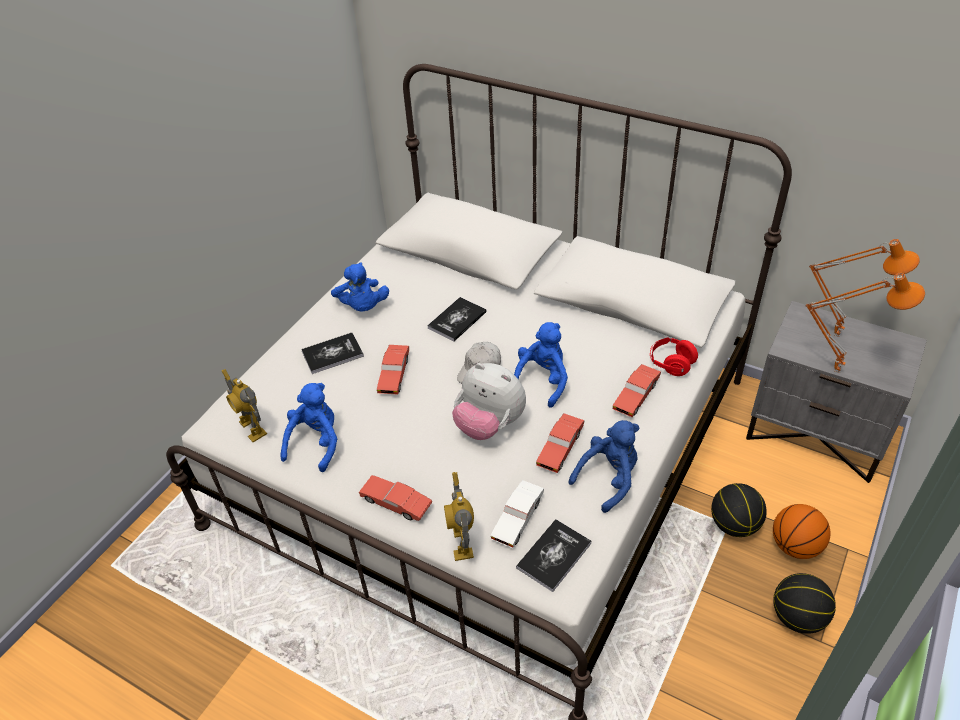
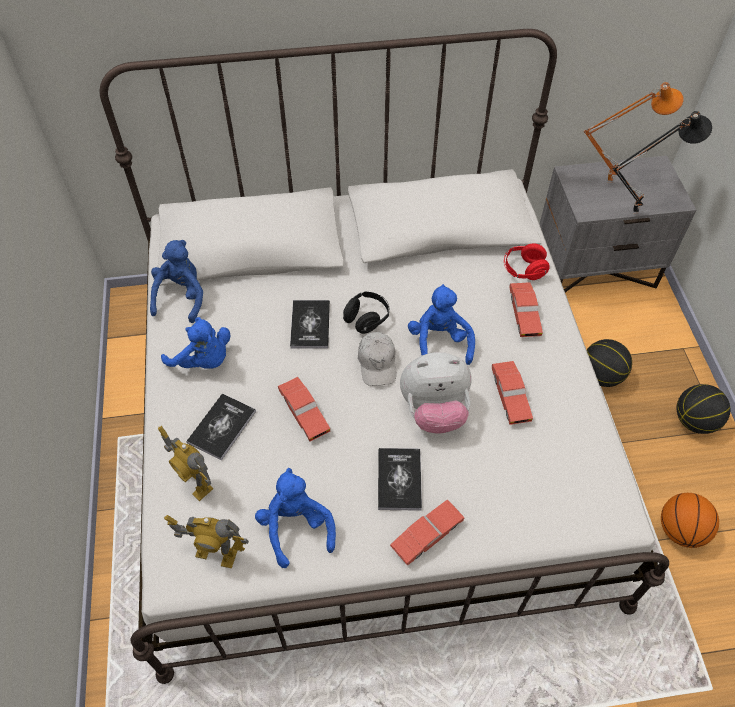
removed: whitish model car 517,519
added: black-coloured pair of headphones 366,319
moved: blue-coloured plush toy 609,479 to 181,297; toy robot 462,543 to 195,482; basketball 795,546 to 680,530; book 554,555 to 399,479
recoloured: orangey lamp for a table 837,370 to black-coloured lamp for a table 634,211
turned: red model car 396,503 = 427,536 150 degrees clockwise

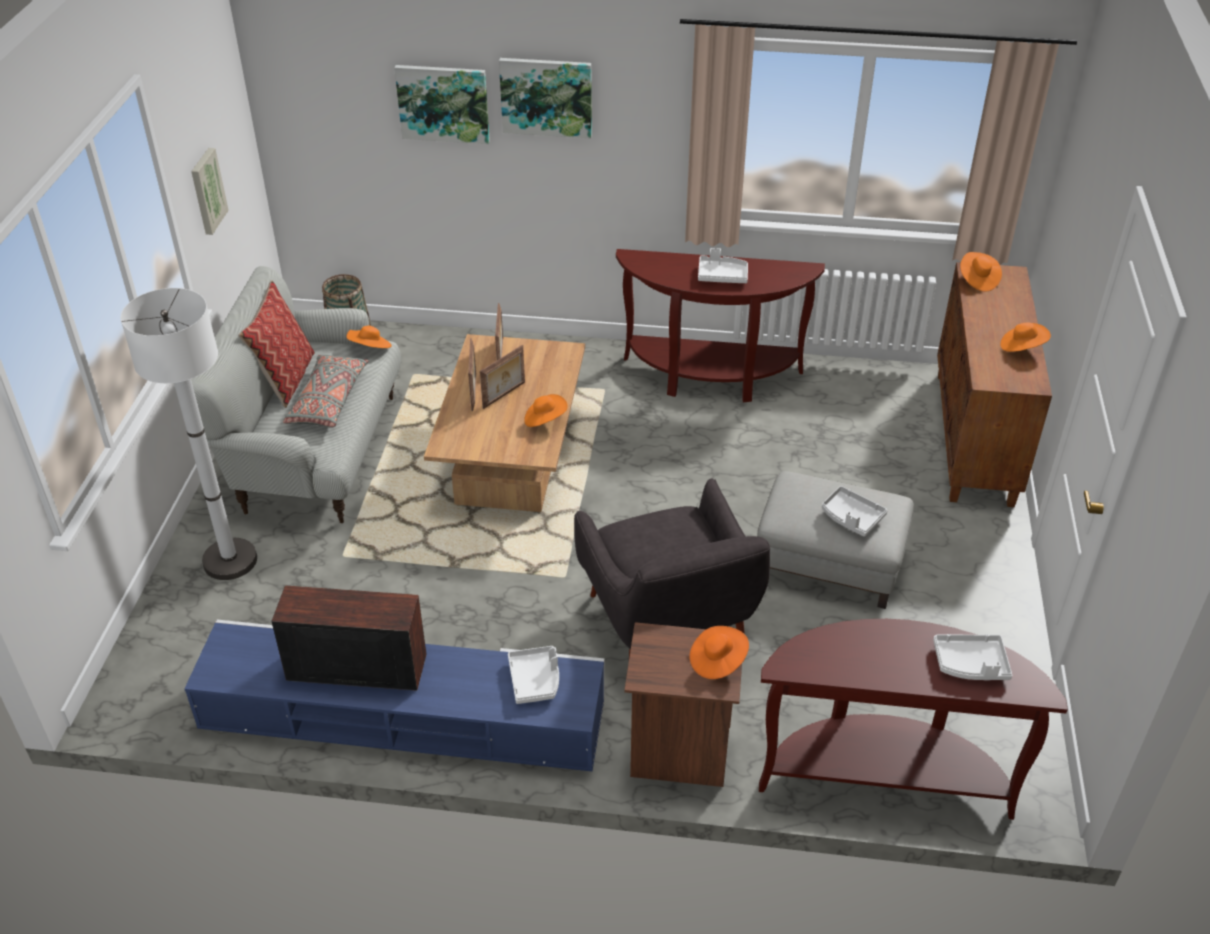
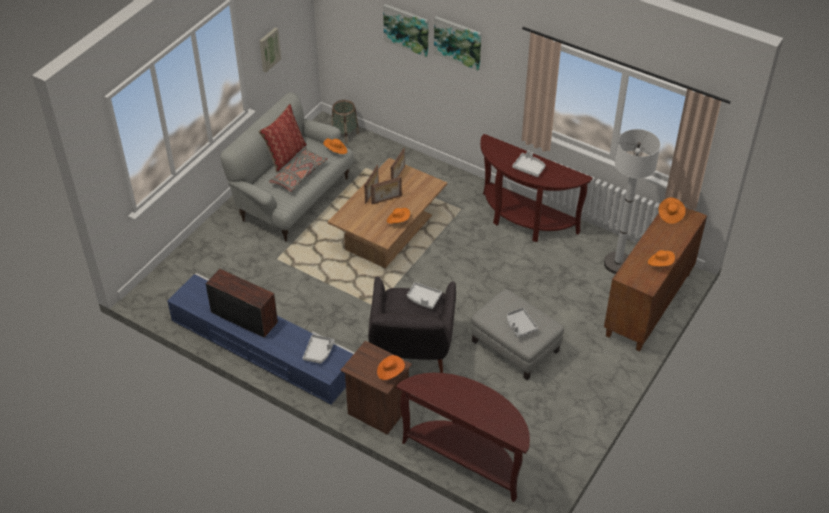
moved: whitish floor lamp 230,560 to 617,264; whitish tray 970,664 to 423,299

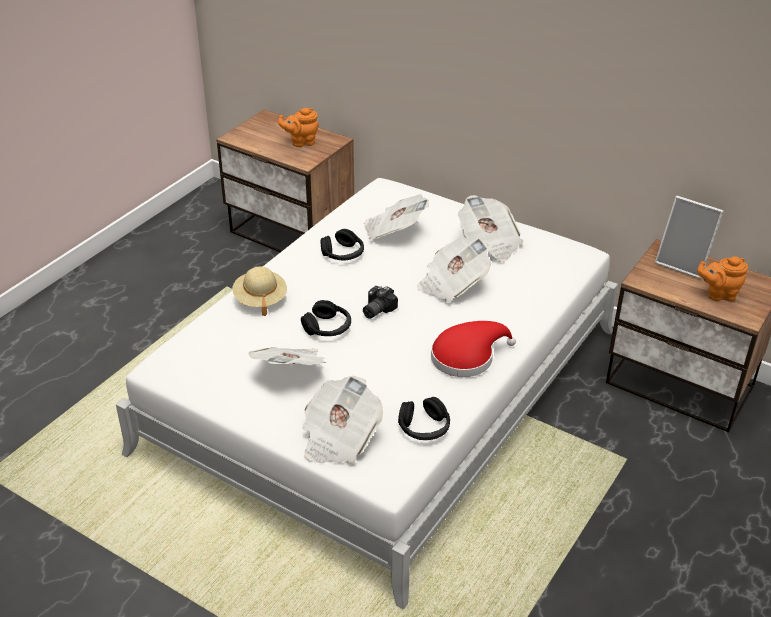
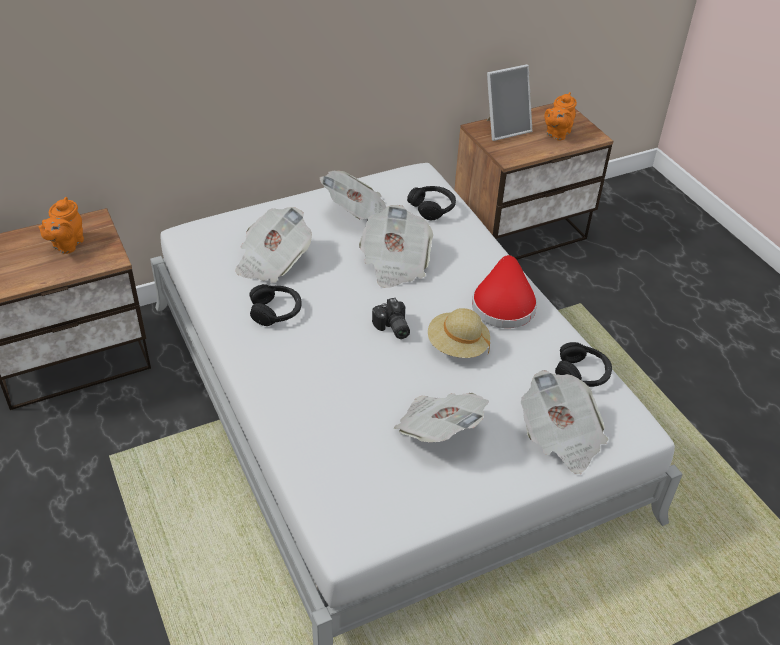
moved: sand-coloured clothing hat 260,299 to 457,346; black-coloured pair of headphones 328,328 to 432,208

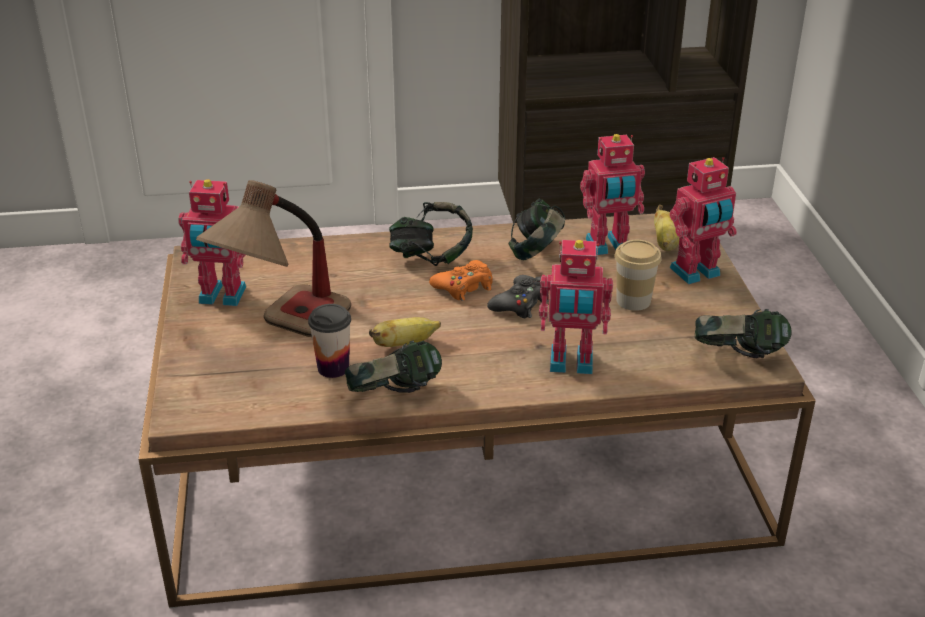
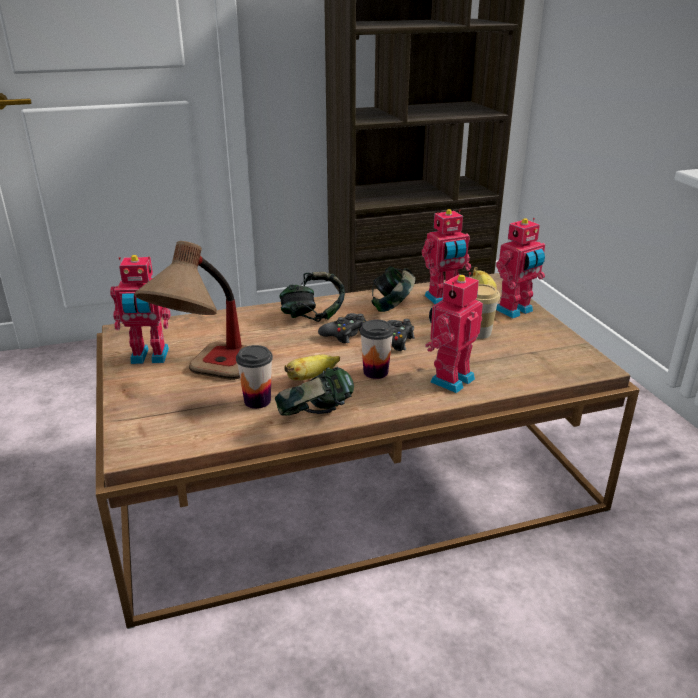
removed: pair of headphones 738,358
added: small cup 375,372
recoloured: orangey game controller 464,287 to black-coloured game controller 345,334
turned: toy robot 571,364 = 449,379 135 degrees clockwise

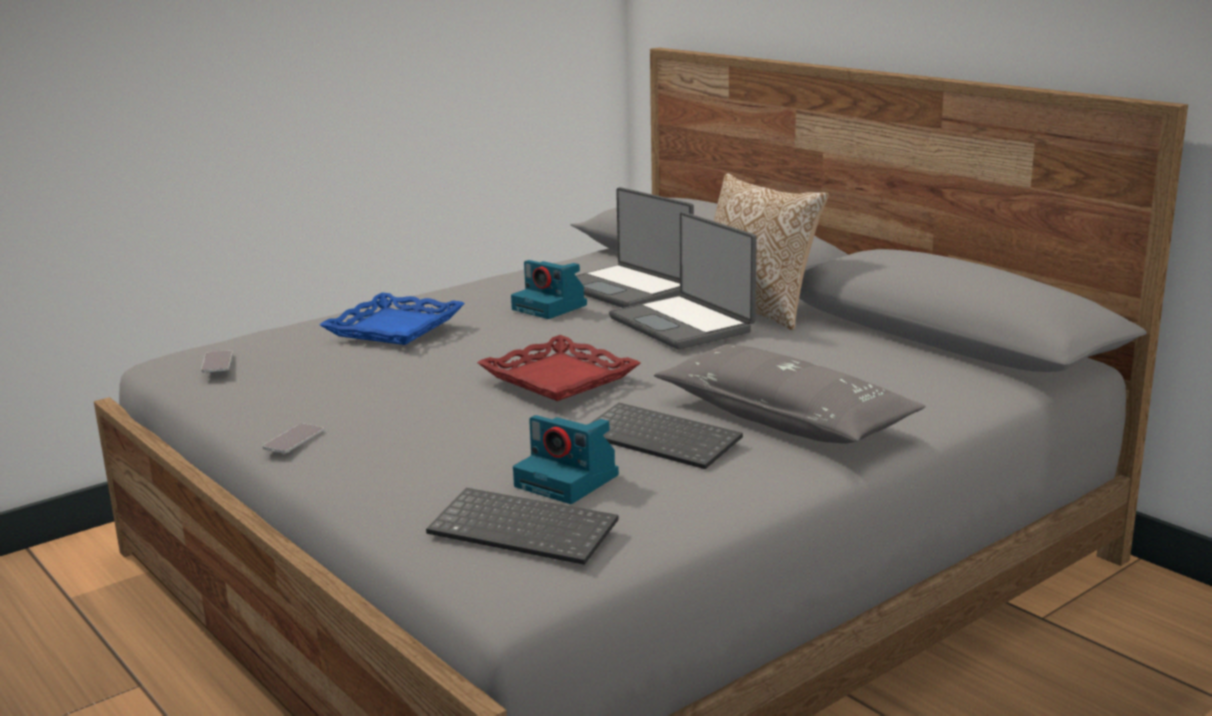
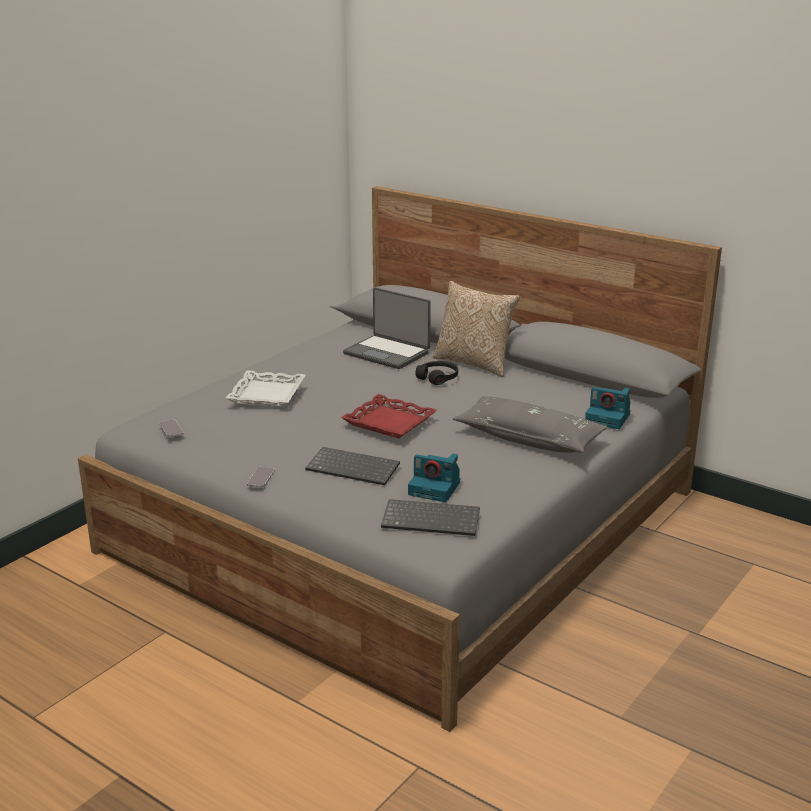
moved: still camera 551,307 to 608,418; computer keyboard 663,439 to 354,468
replaced: portable computer 683,324 to black-coloured pair of headphones 438,378
recoloured: blue-coloured tray 395,327 to whitish tray 267,394

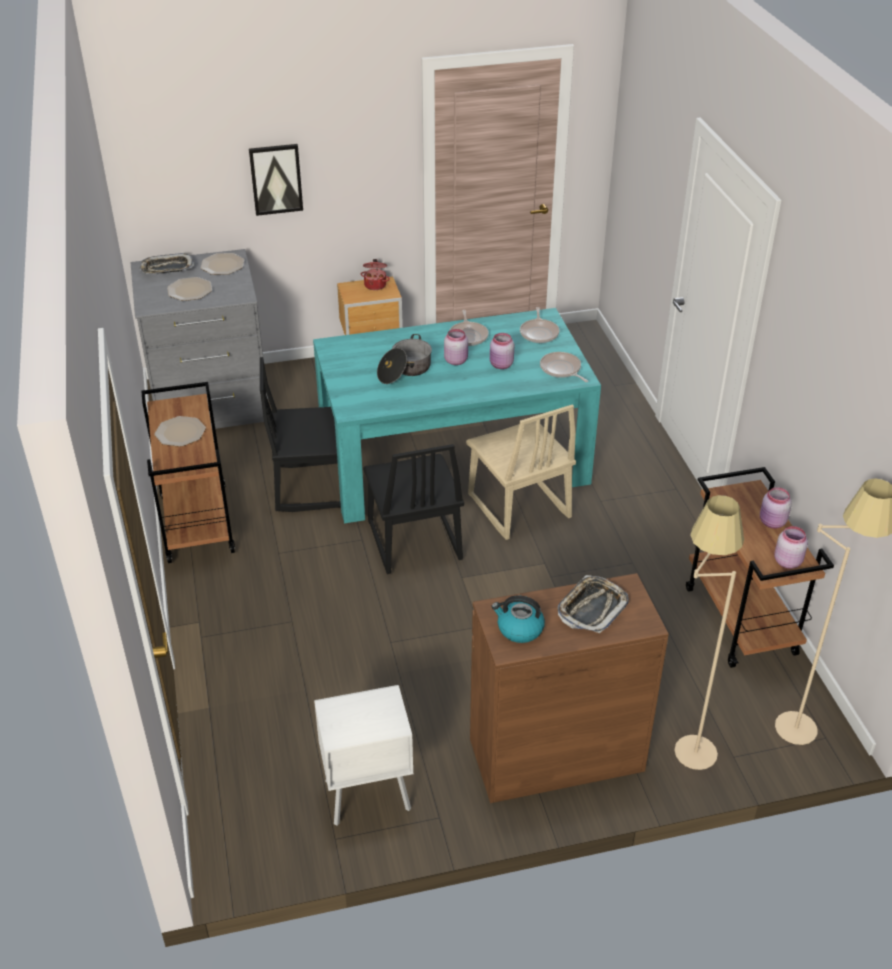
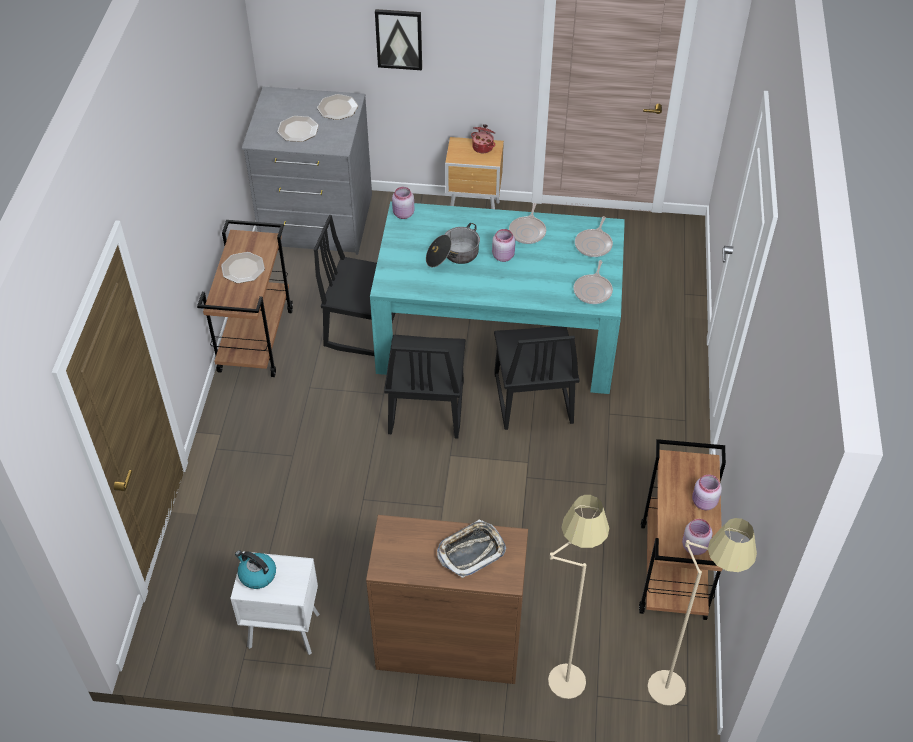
removed: tray 167,268
moved: pink-coloured preserve jar 501,365 to 403,214; water kettle 519,629 to 257,575
recoloured: sand-coloured upright chair 518,507 to black-coloured upright chair 532,399
turned: skillet 561,369 = 593,290 150 degrees counterclockwise

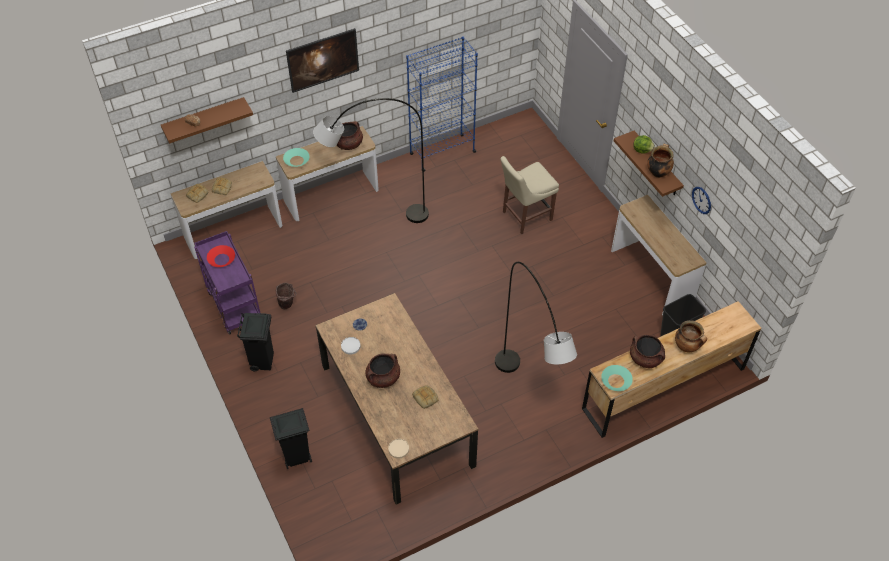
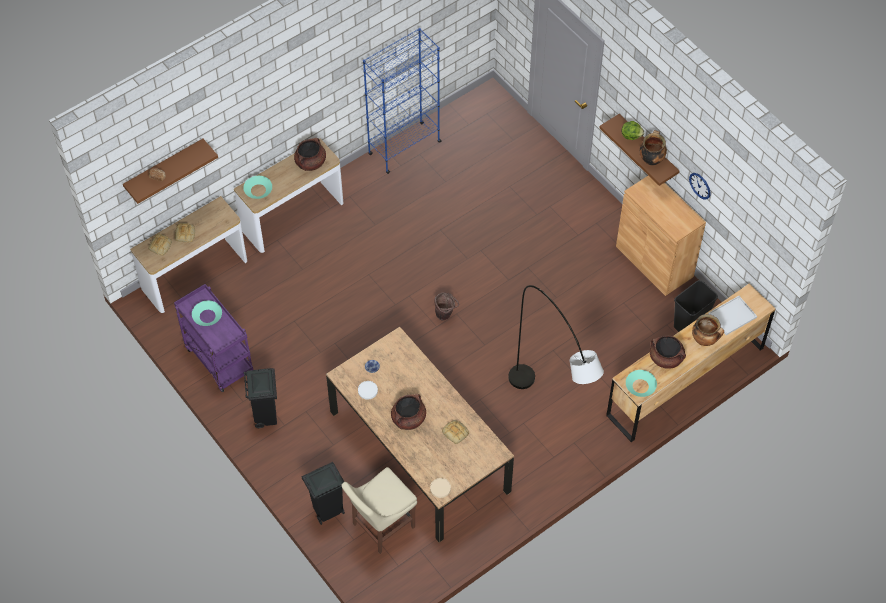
removed: wall picture 324,70; grey floor lamp 374,220
added: whitish tray 731,316
moved: sand-coloured upright chair 525,216 to 381,527; brown-coloured bucket 288,305 to 445,315
replaced: narrow table 650,277 to brown-coloured cabinet 654,261
recoloured: red deep dish 221,259 to blue-green deep dish 207,316

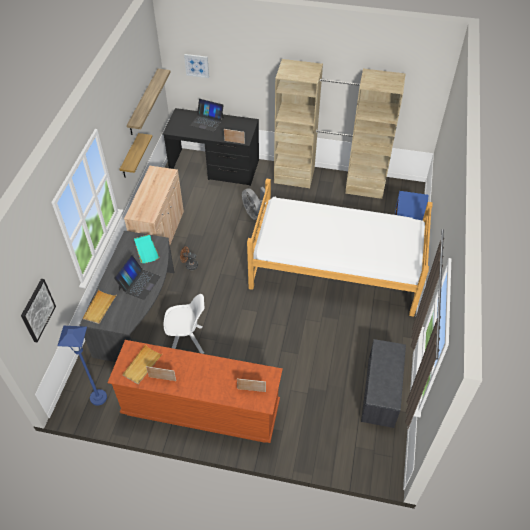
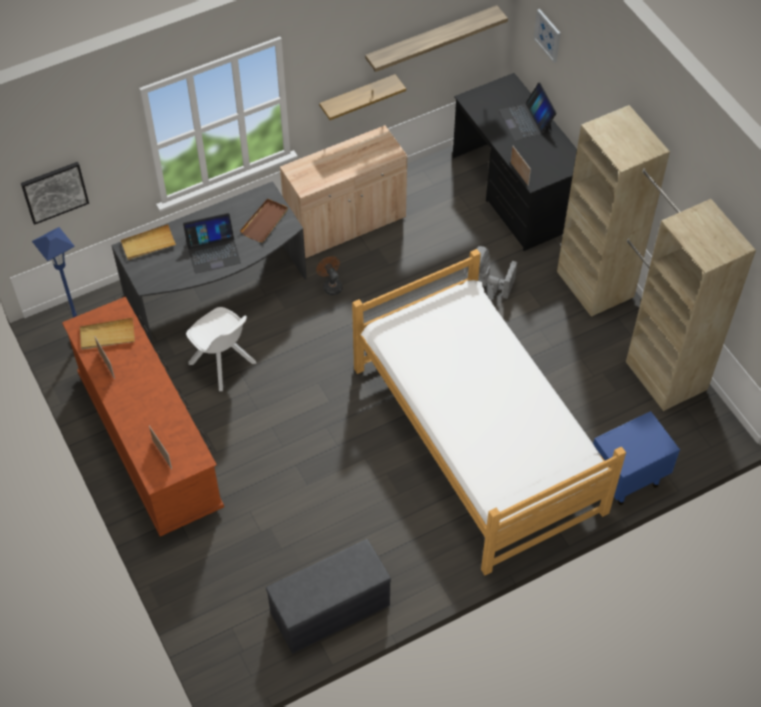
recoloured: blue-green tray 146,249 to brown-coloured tray 265,222

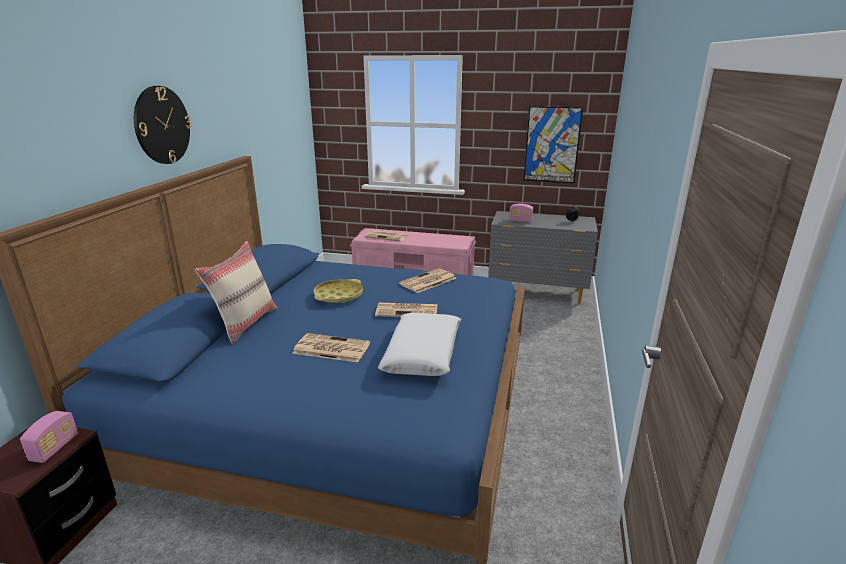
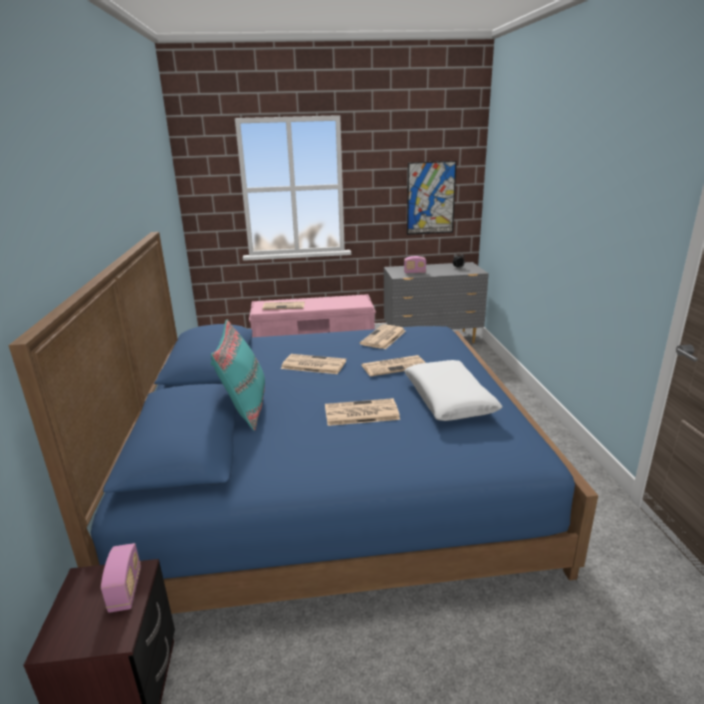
removed: clock on the wall 162,125
replaced: yellowish tray 338,295 to printed paper 312,365
recoloured: sand-coloured cushion 245,323 to blue-green cushion 245,408

